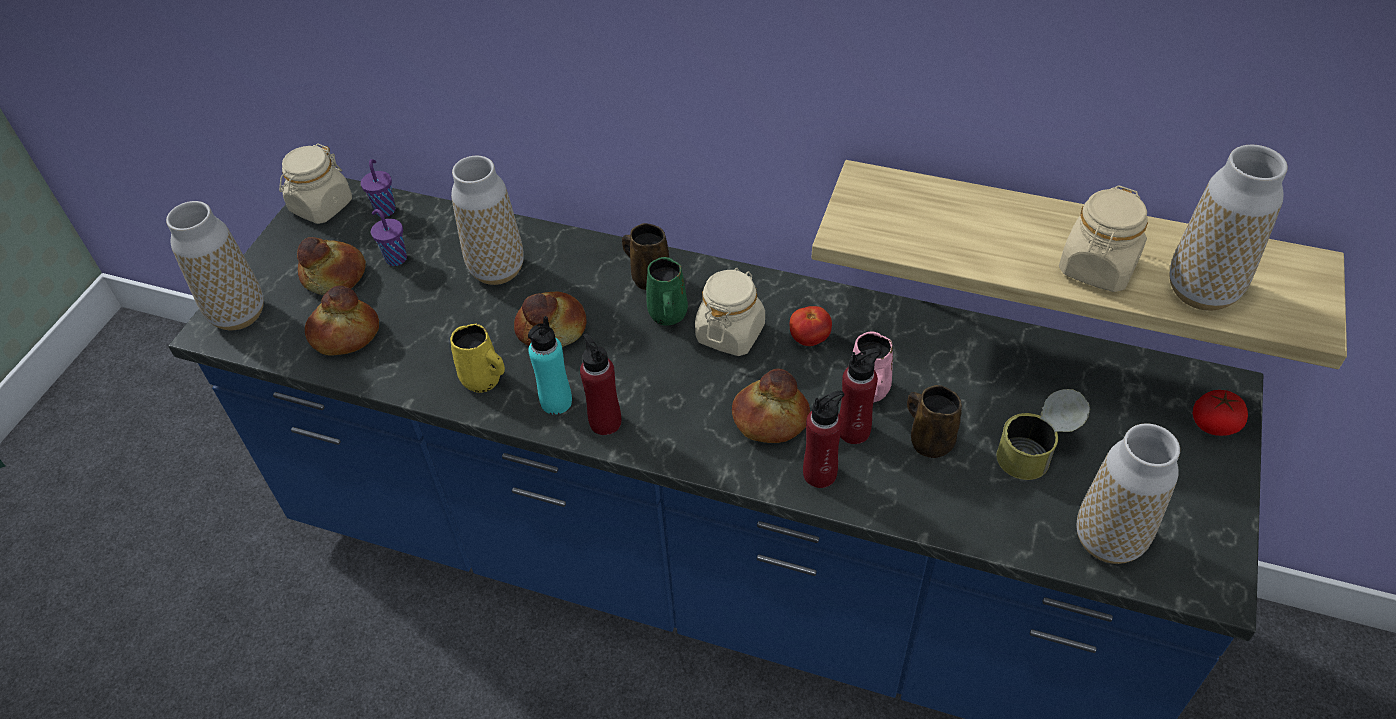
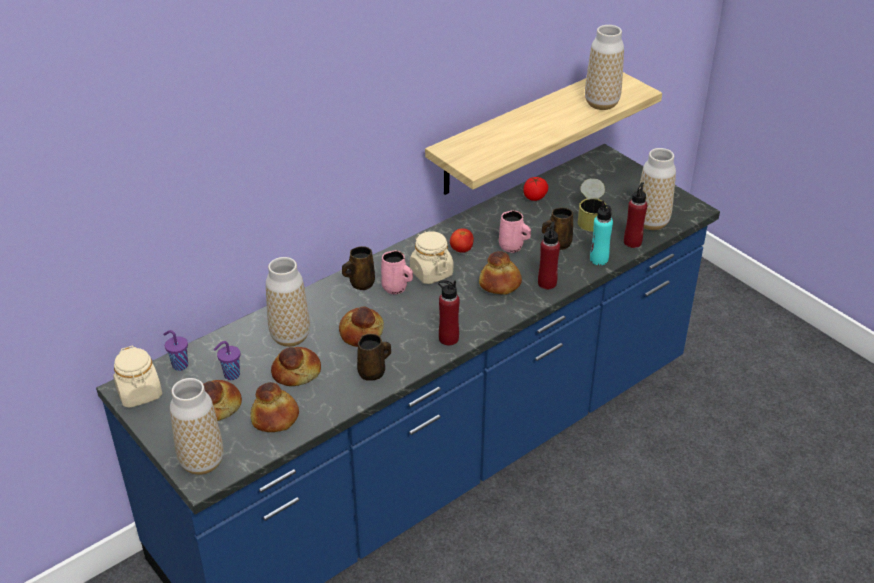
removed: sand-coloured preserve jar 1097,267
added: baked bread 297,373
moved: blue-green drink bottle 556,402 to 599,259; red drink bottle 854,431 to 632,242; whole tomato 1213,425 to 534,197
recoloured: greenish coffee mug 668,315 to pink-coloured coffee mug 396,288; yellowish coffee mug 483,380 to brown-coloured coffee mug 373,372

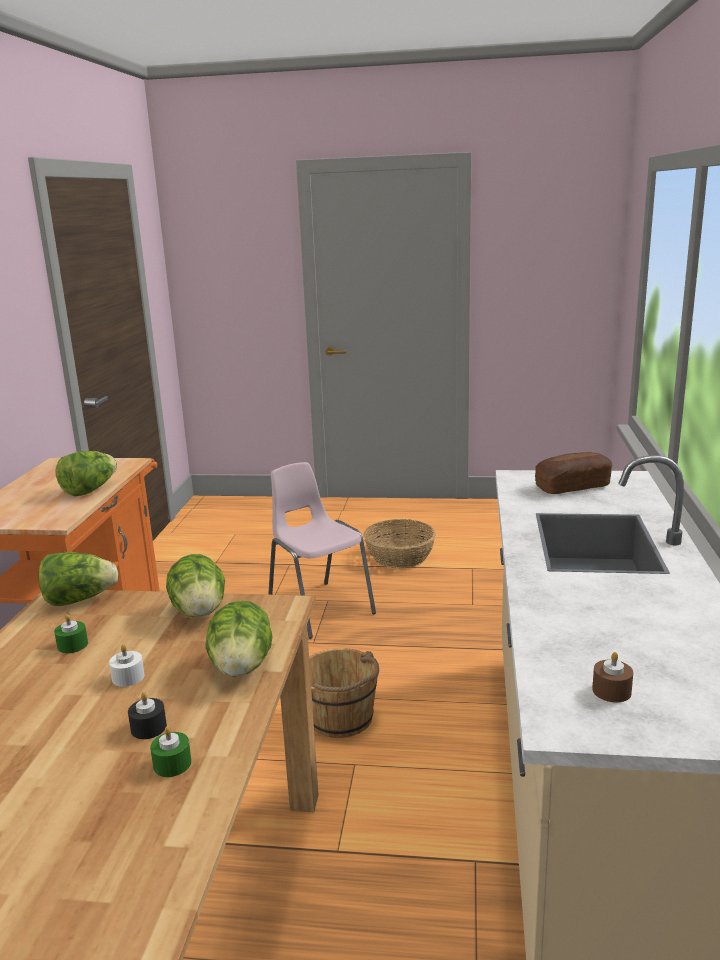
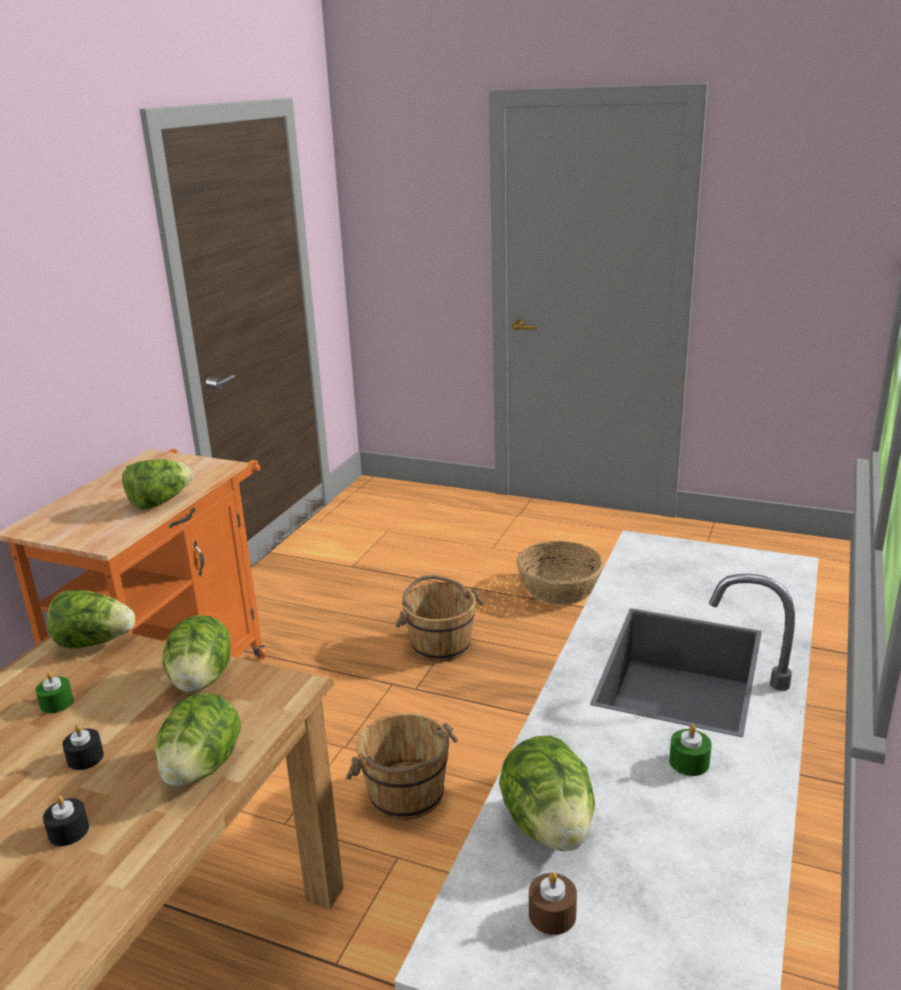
removed: baked bread 572,487
added: lettuce 548,826
moved: greenish candle 172,764 to 689,762
replaced: pink-coloured upright chair 319,608 to brown-coloured bucket 440,644
recoloured: whitish candle 128,677 to black-coloured candle 85,758

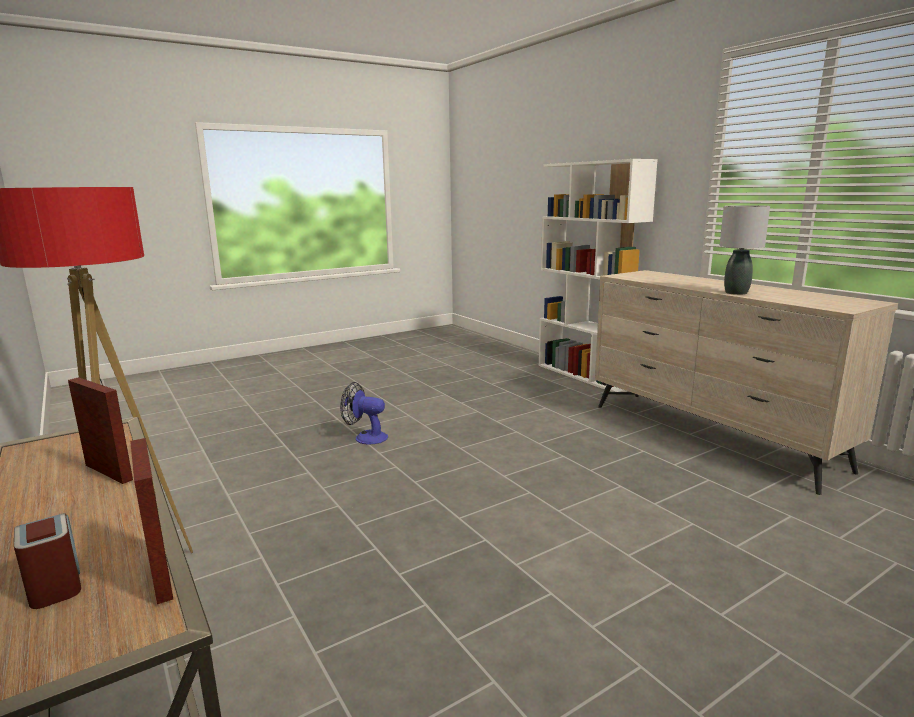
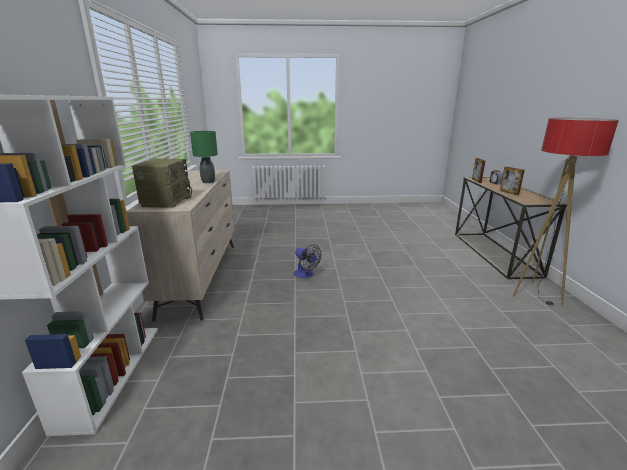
added: radio receiver 166,201
moved: cooling fan 366,437 to 305,275
recoloured: grey lamp for a table 736,293 to greenish lamp for a table 208,182

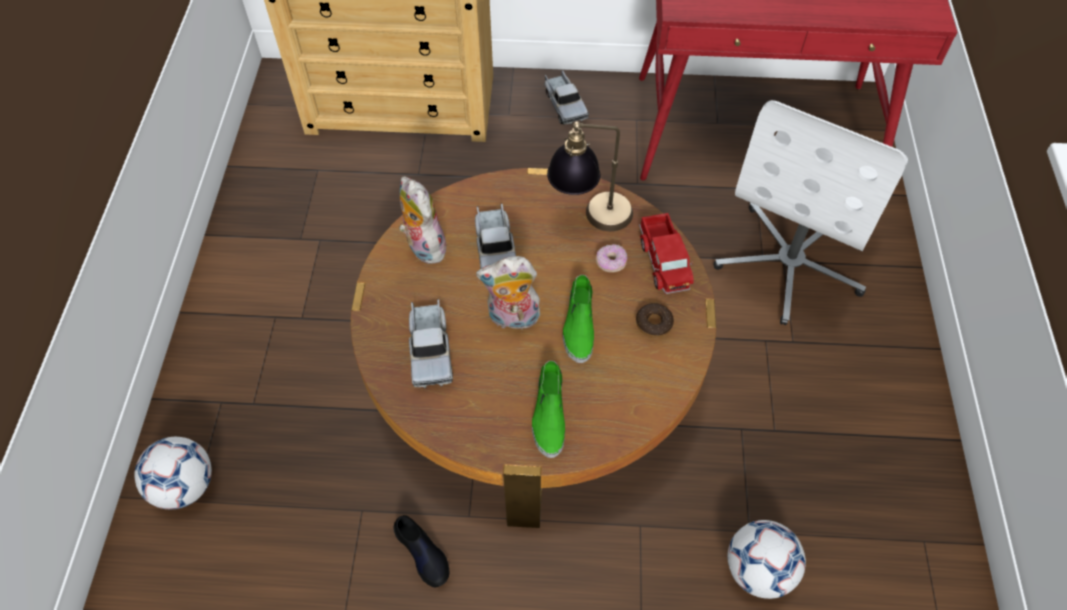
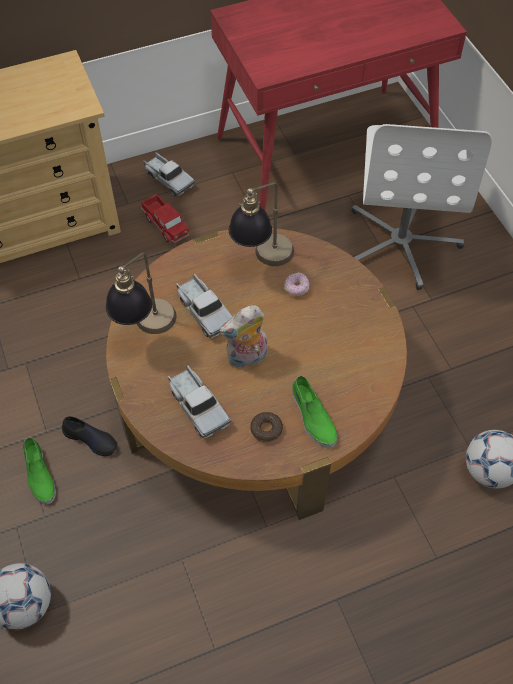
moved: toy truck 664,261 to 165,224; greenish item of footwear 579,325 to 39,475; doughnut 653,323 to 266,429; black-coloured item of footwear 422,553 to 91,439
replaced: plush toy 423,246 to lamp for a table 146,330

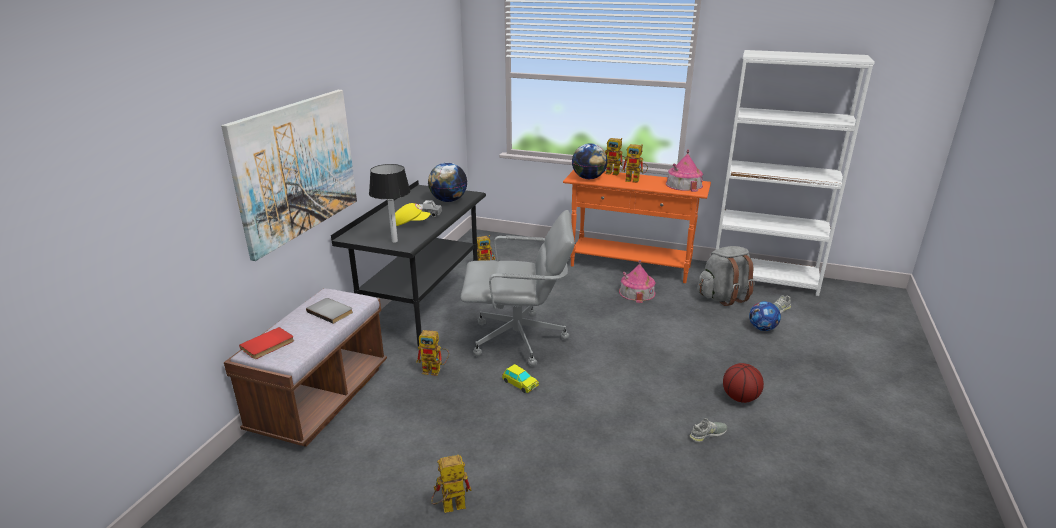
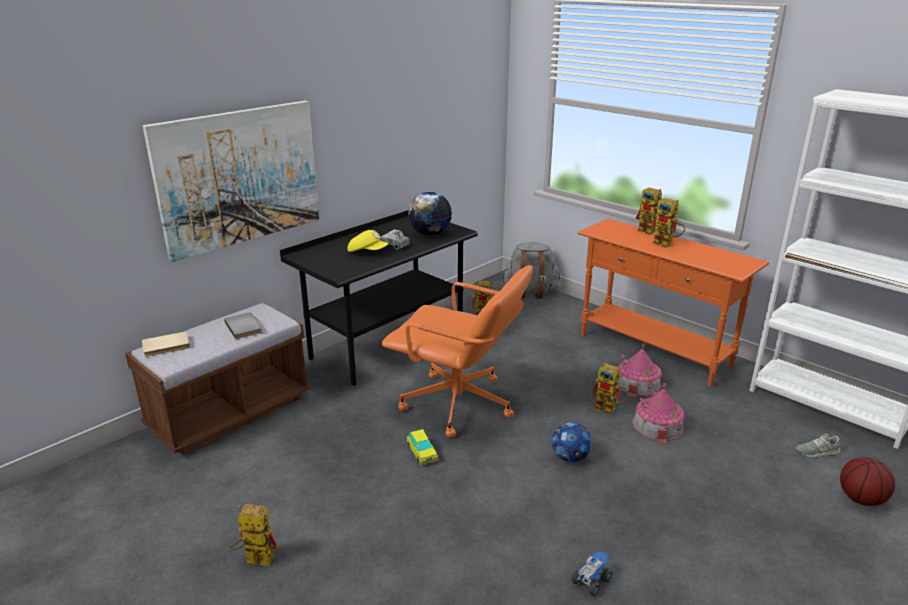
removed: world globe 588,178; lamp for a table 394,241
moved: toy house 684,184 to 657,425; grey rucksack 723,297 to 530,292; football 762,328 to 570,457; toy robot 435,370 to 609,409; basketball 740,398 to 861,499
replaced: grey item of footwear 708,434 to toy truck 591,580
recoloured: grey office chair 519,340 to orangey office chair 458,405; red book 268,345 to sand-coloured book 166,346

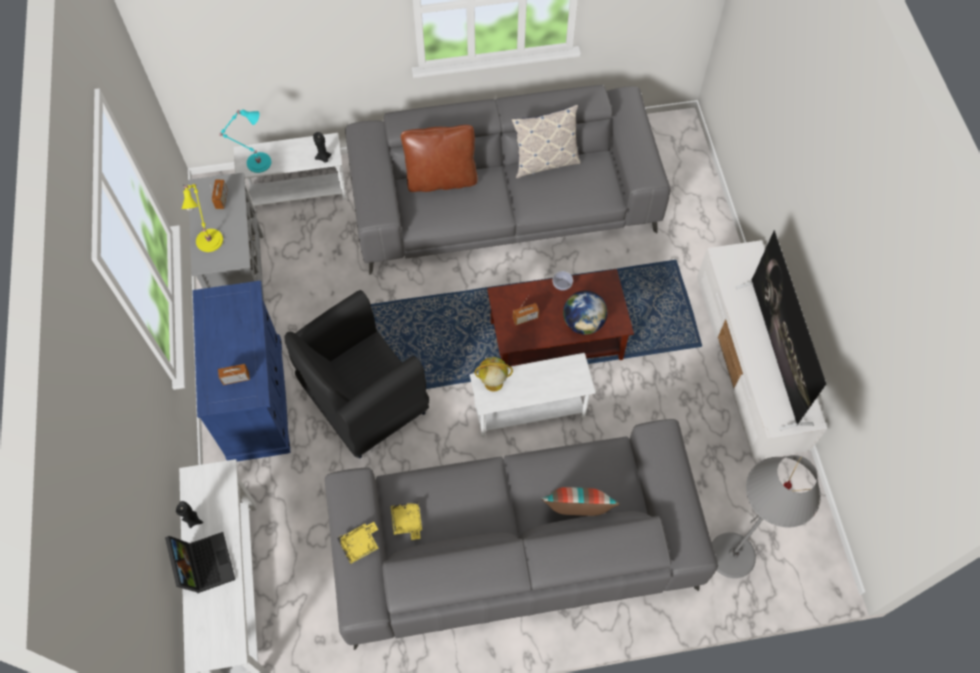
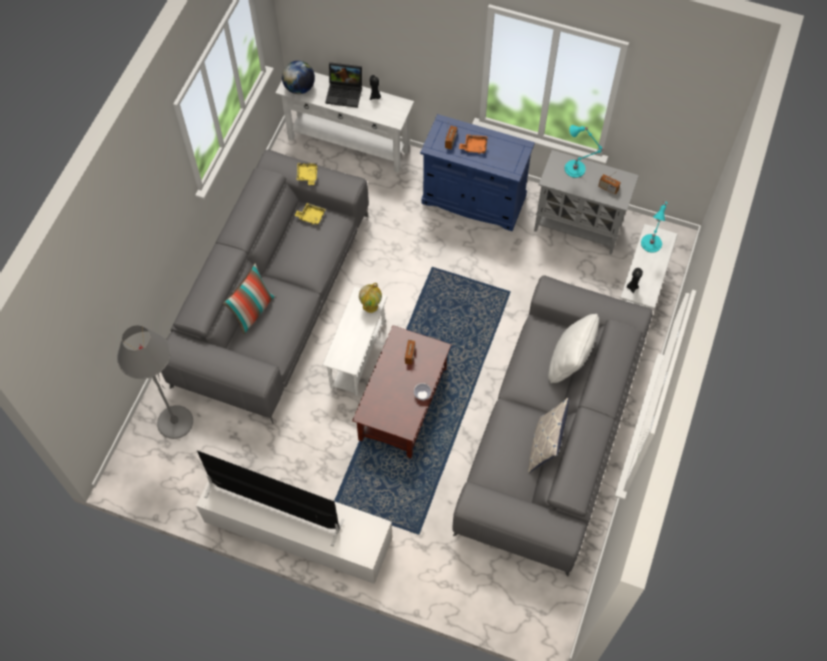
removed: black-coloured armchair 364,403
added: orangey tray 474,146
moved: world globe 583,323 to 299,88
recoloured: brown-coloured cushion 441,179 to whitish cushion 569,362; yellowish lamp for a table 209,238 to blue-green lamp for a table 576,169

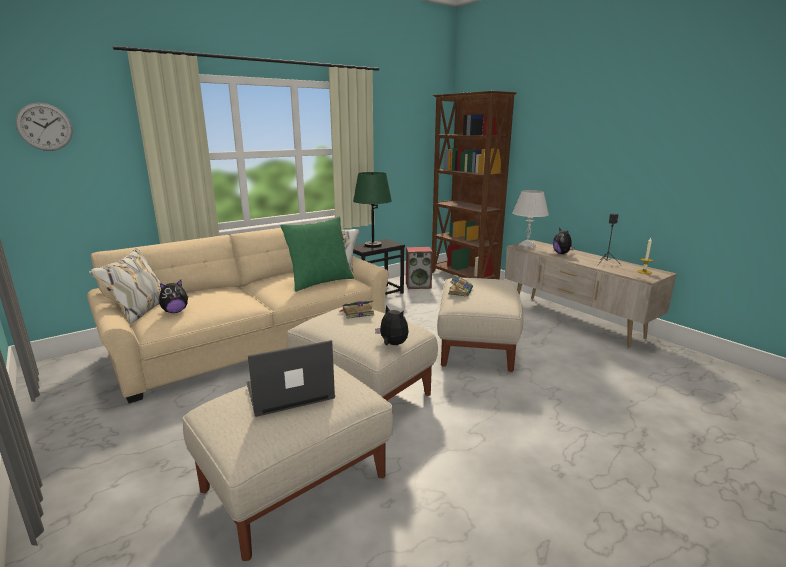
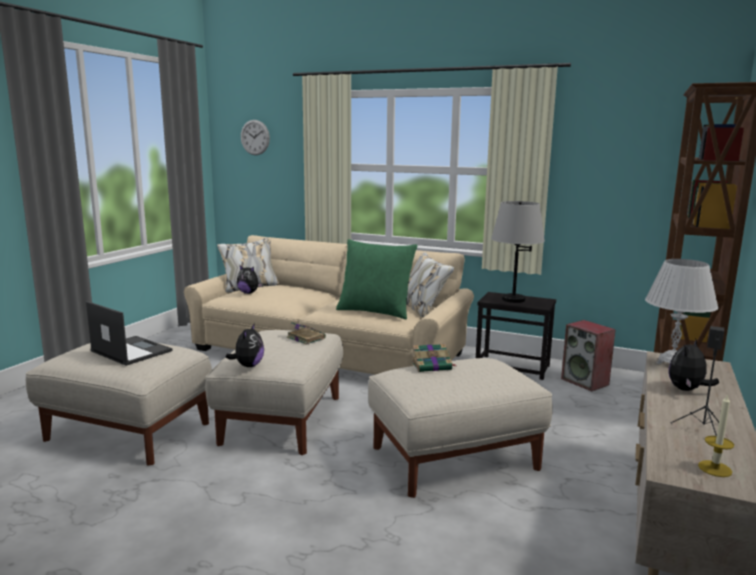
recoloured: greenish lamp for a table 373,245 to grey lamp for a table 513,299

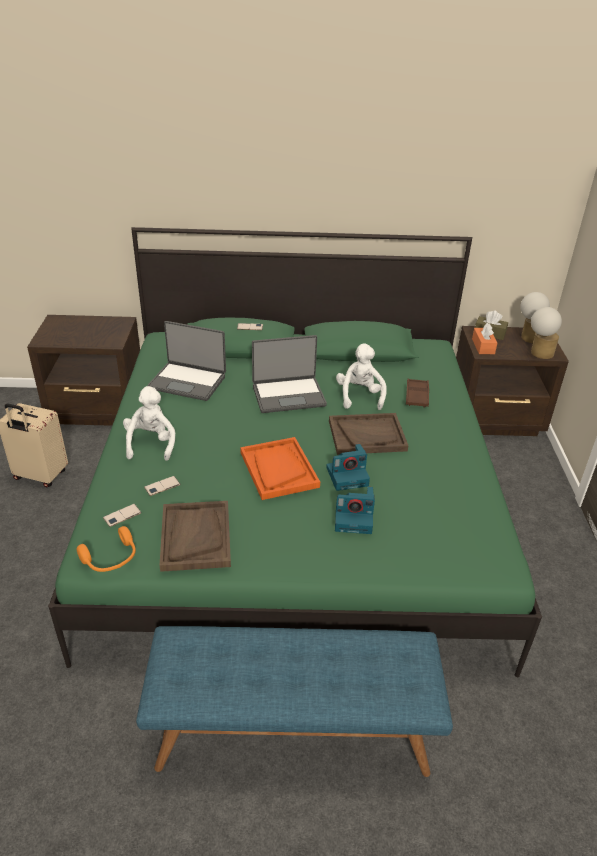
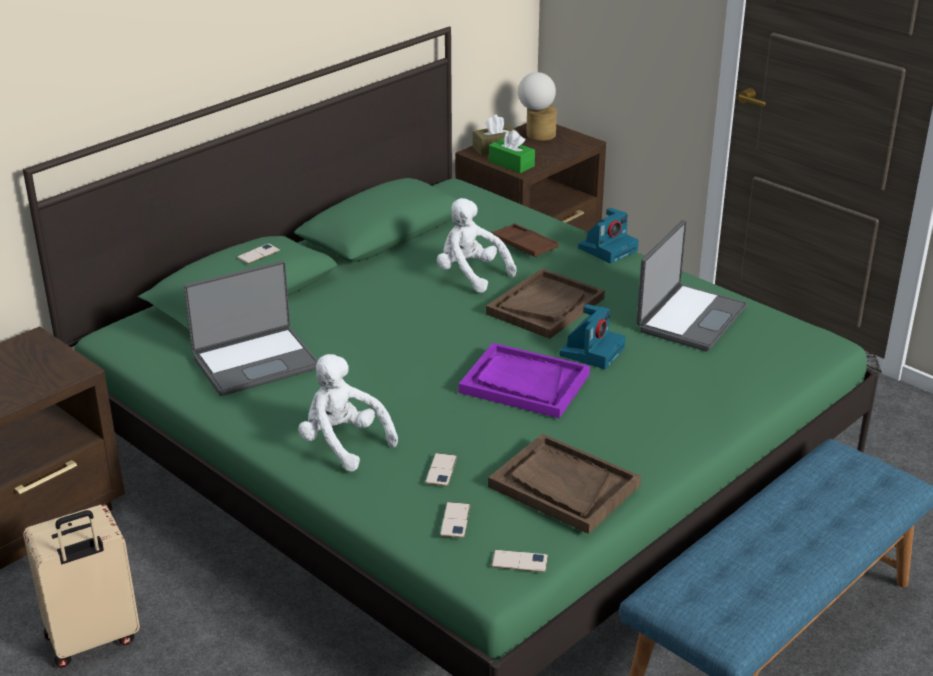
removed: lamp for a table 538,353
moved: portable computer 288,395 to 689,318; still camera 354,518 to 608,249
replaced: orangey pair of headphones 111,559 to handset 519,561
recoloured: orangey tissue holder 483,346 to greenish tissue holder 511,164; orangey tray 278,469 to purplish tray 524,383

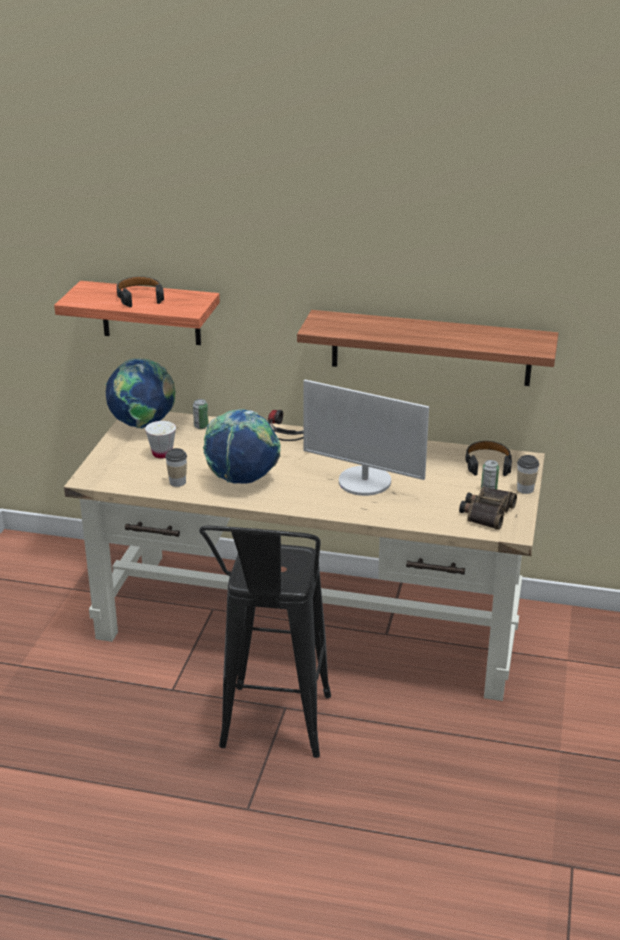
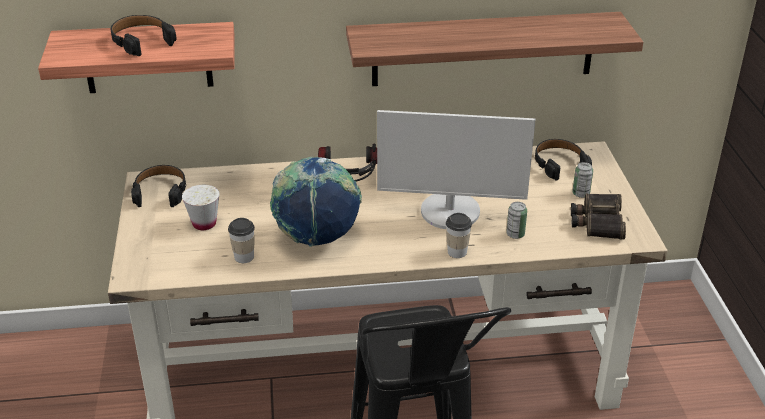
moved: can 201,426 to 515,234; small cup 525,489 to 457,252
replaced: world globe 143,425 to black-coloured pair of headphones 160,192

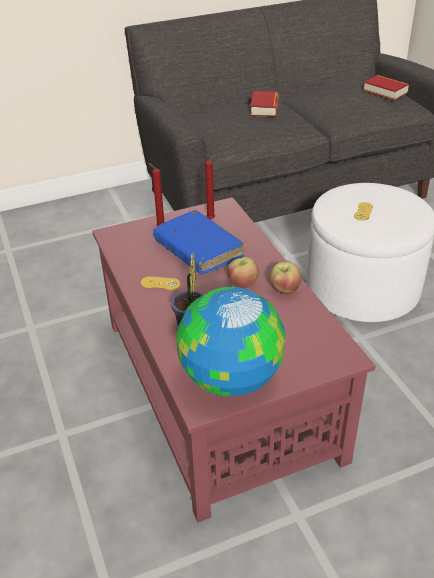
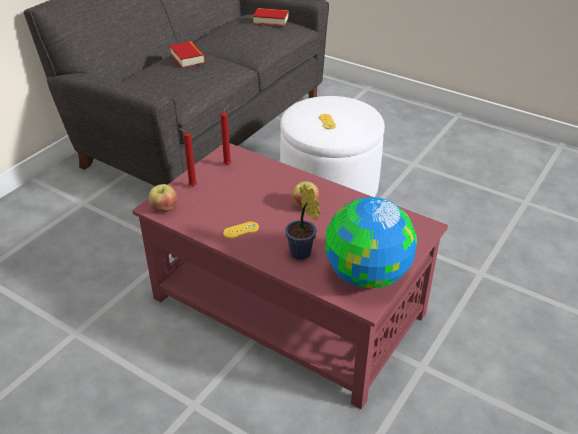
removed: blue-coloured book 198,250
moved: whole apple 284,289 to 164,208

